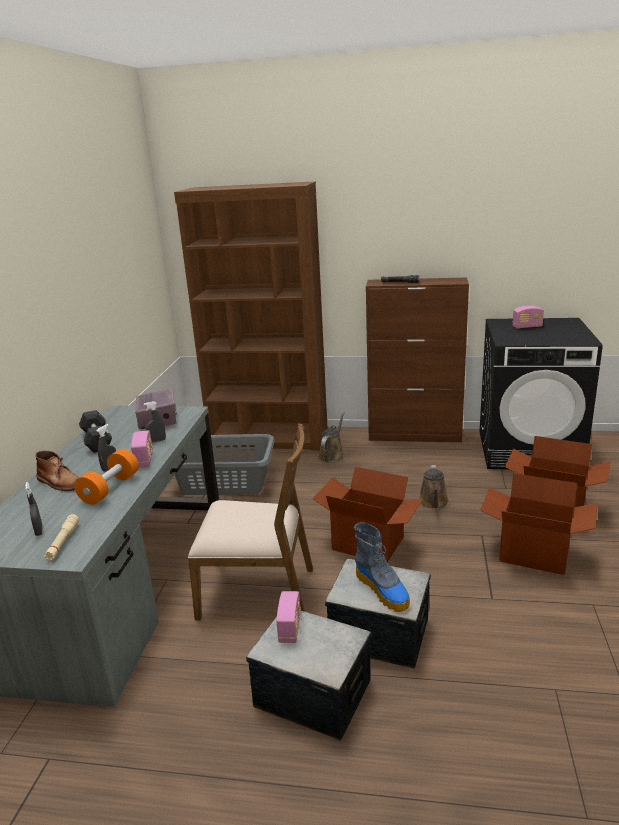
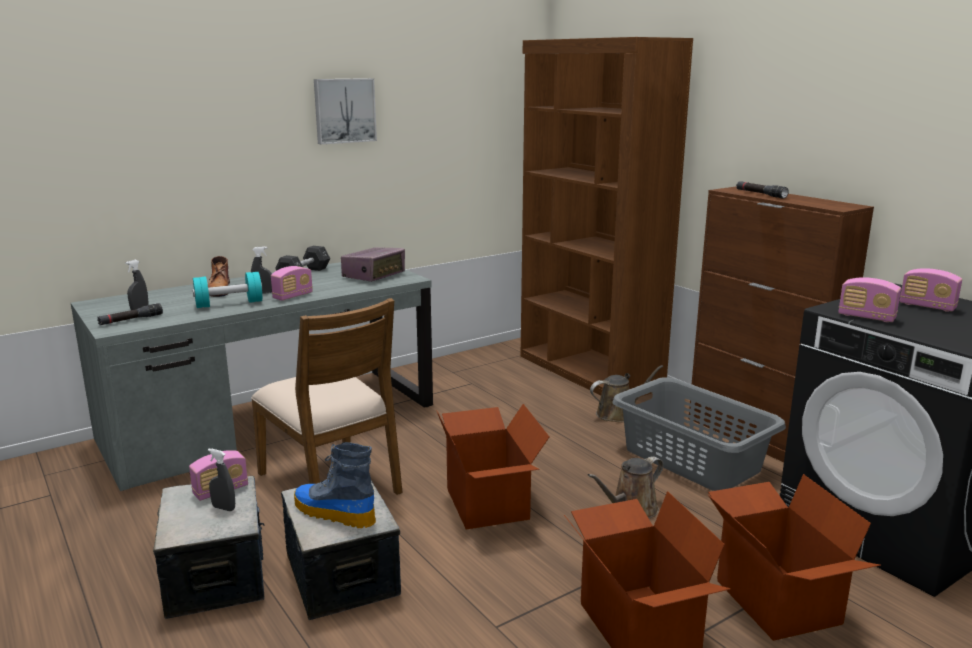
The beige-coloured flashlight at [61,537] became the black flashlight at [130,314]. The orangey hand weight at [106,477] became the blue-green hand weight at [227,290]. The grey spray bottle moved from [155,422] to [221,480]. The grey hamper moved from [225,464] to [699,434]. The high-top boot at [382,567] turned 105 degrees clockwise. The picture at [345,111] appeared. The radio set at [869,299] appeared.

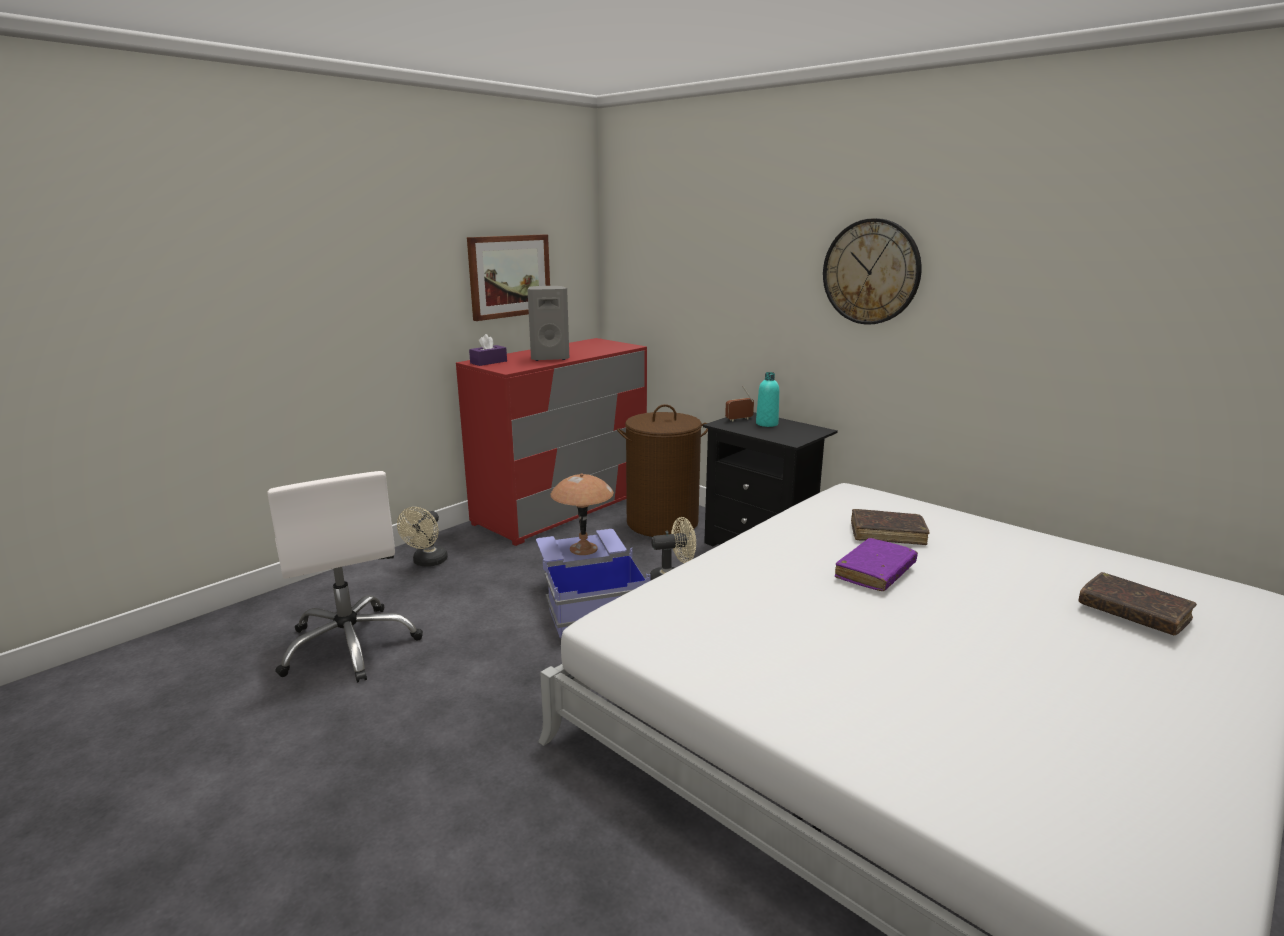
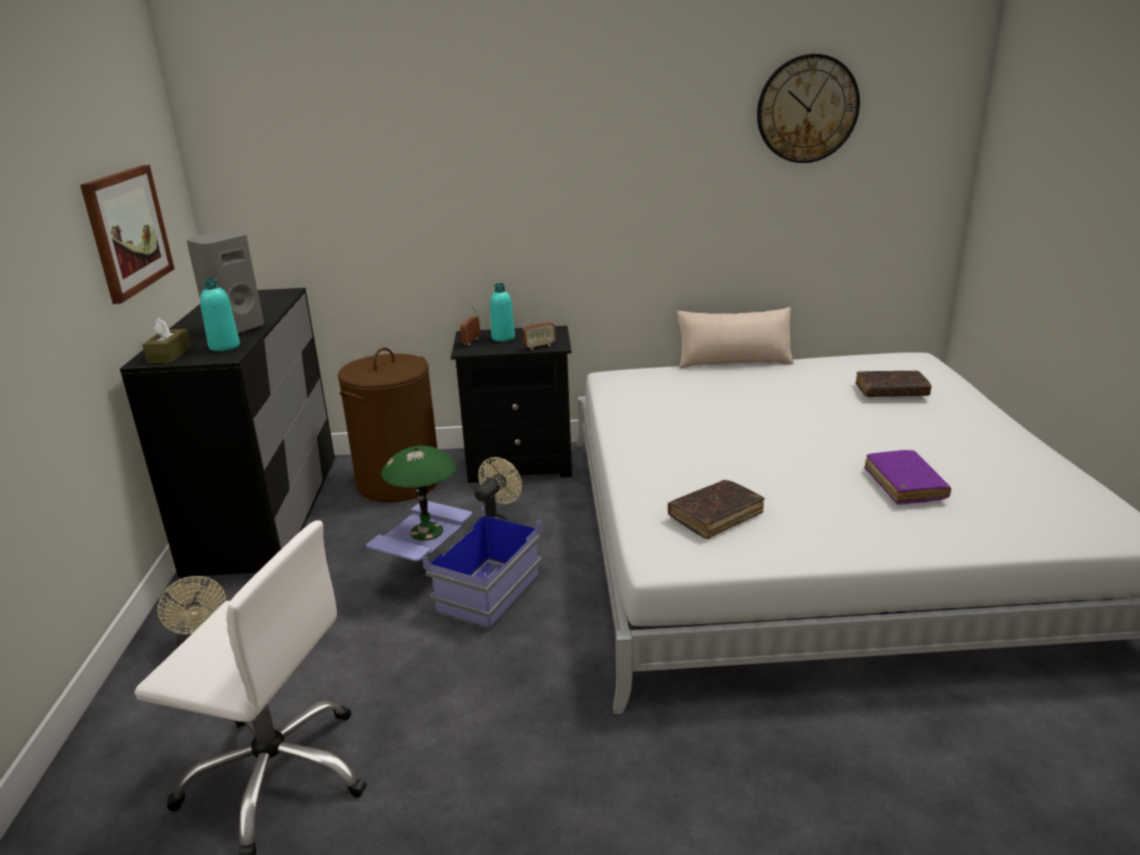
The reddish chest of drawers at [551,442] became the black chest of drawers at [227,433]. The purple-coloured box of tissues at [488,350] became the brown box of tissues at [166,341]. The brown table lamp at [582,514] became the greenish table lamp at [419,493]. The wall clock moved from [872,271] to [808,108]. The purple-coloured bound book moved from [876,564] to [907,477]. The brown bound book moved from [890,527] to [716,509]. The blue-green drink bottle at [220,314] appeared. The radio set at [539,328] appeared. The beige-coloured pillow at [735,337] appeared.

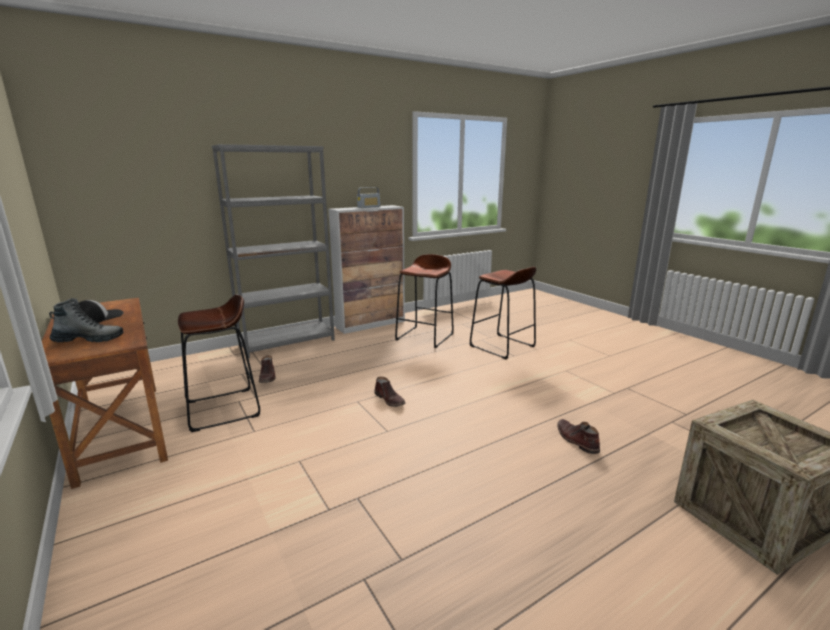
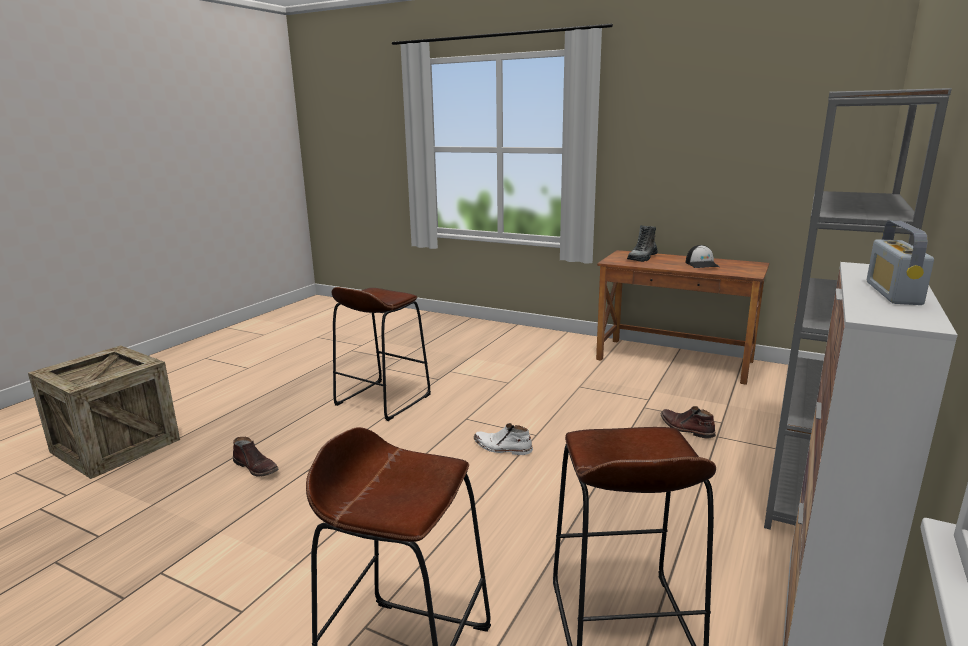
The brown stool moved from [219,363] to [381,354]. The brown high-top boot at [389,392] became the white-coloured high-top boot at [503,439].

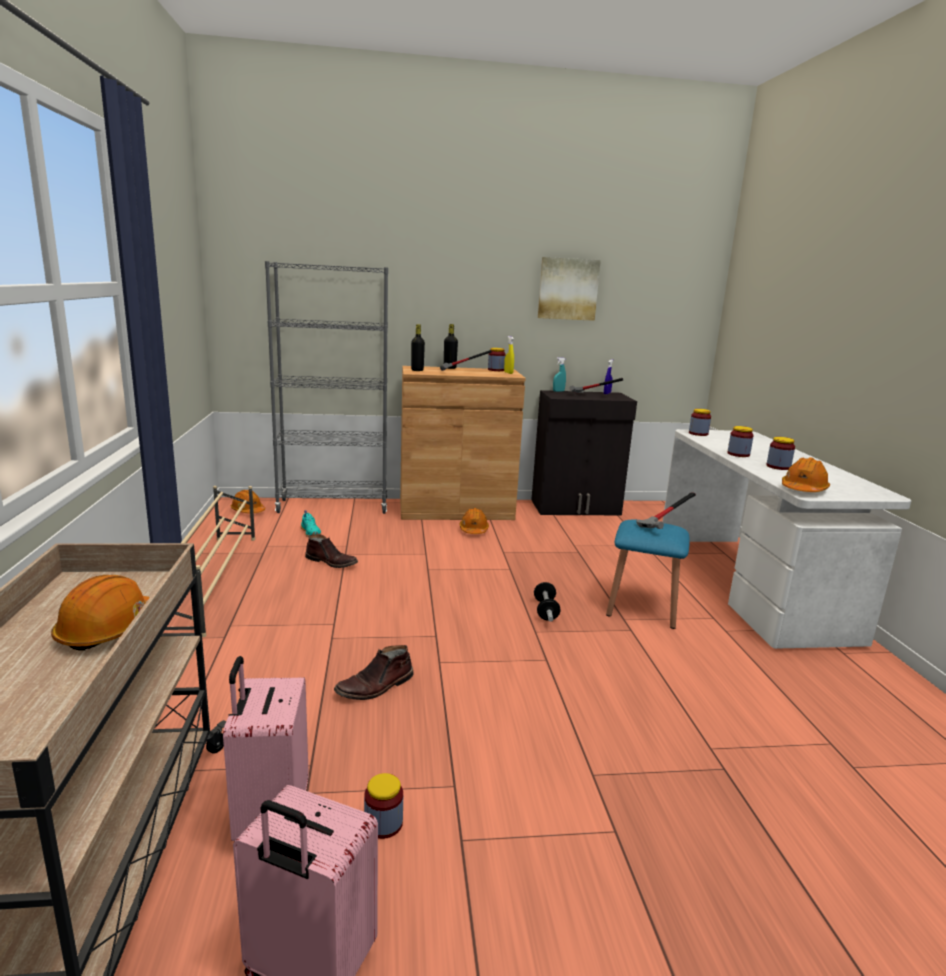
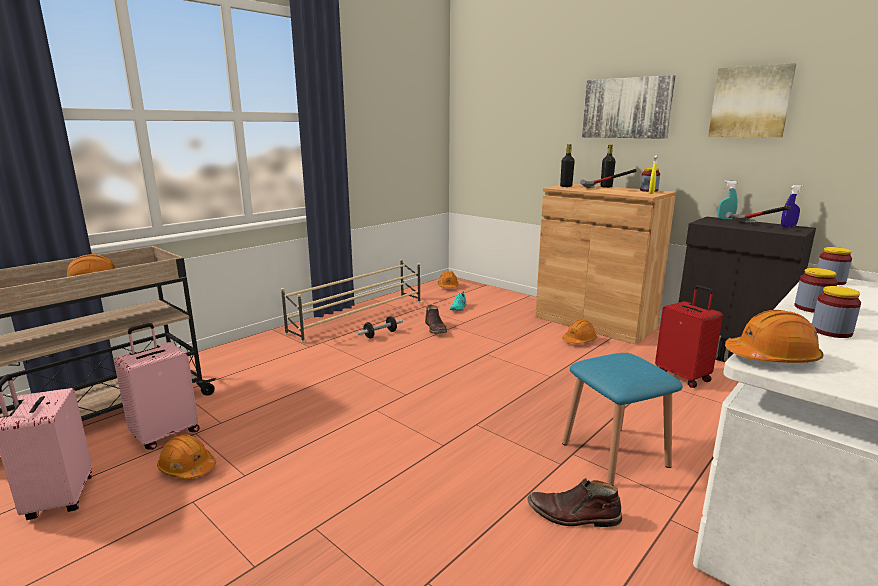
The grey shelving unit at [326,387] disappeared. The brown high-top boot moved from [373,672] to [575,502]. The storage jar at [383,806] was replaced by the orangey hard hat at [186,456]. The hand weight moved from [547,602] to [380,327]. The hammer at [666,510] disappeared. The picture at [628,107] appeared. The reddish travel case at [689,336] appeared.

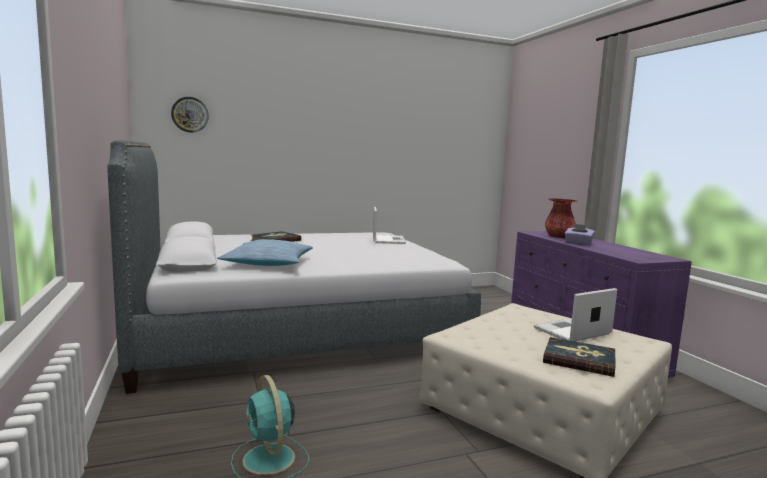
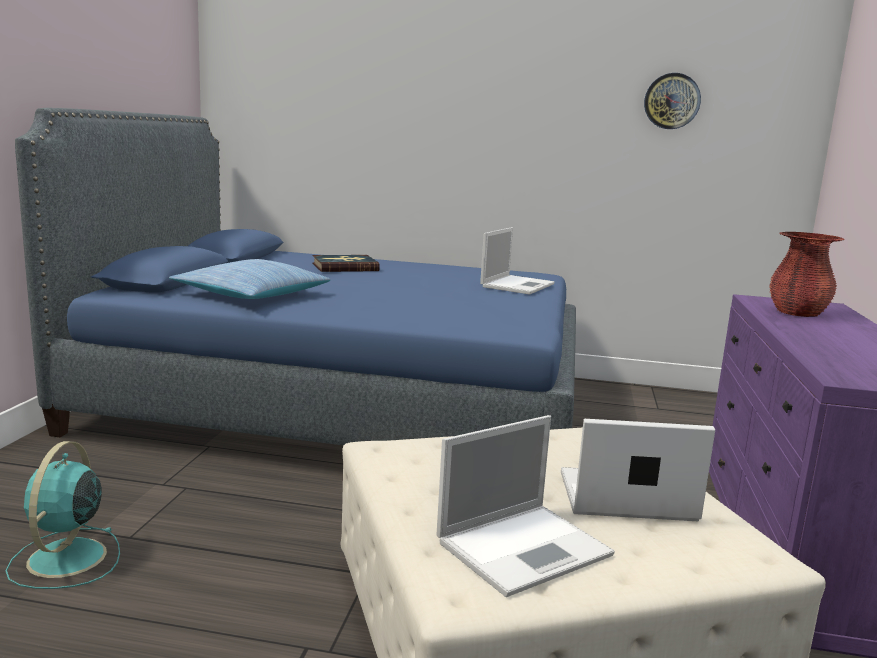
The grey bedroom bed at [294,267] became the bluish bedroom bed at [295,276]. The wall clock moved from [190,115] to [672,101]. The bound book at [579,357] was replaced by the laptop at [525,506]. The purple-coloured box of tissues at [579,235] disappeared.

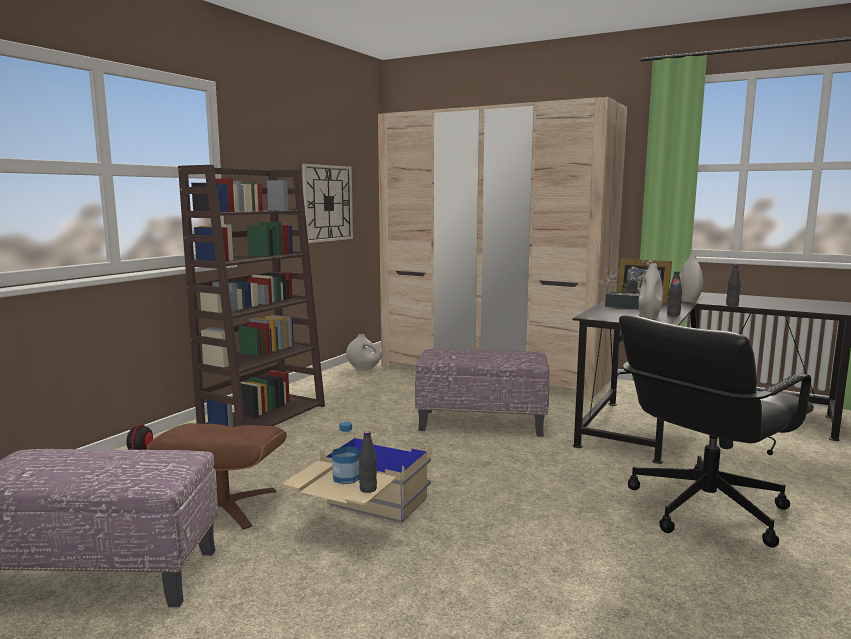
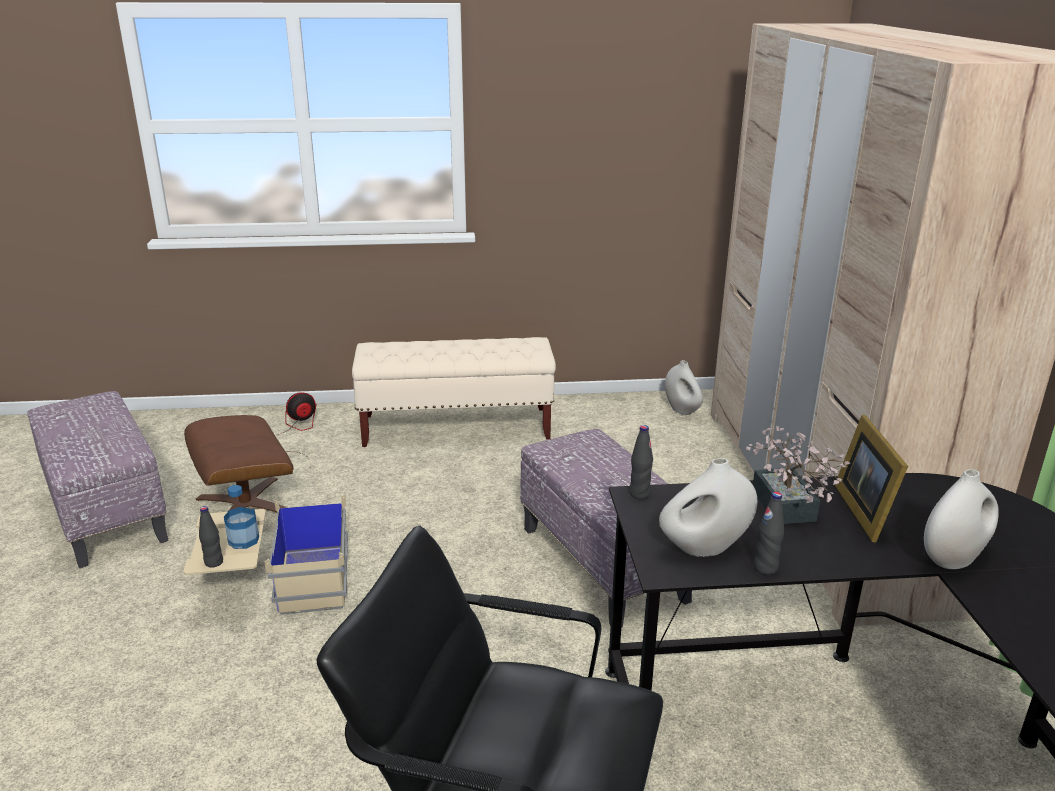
The brown shelving unit at [251,296] was replaced by the beige-coloured bench at [454,392]. The wall clock at [327,203] disappeared. The black drink bottle moved from [733,285] to [641,462].

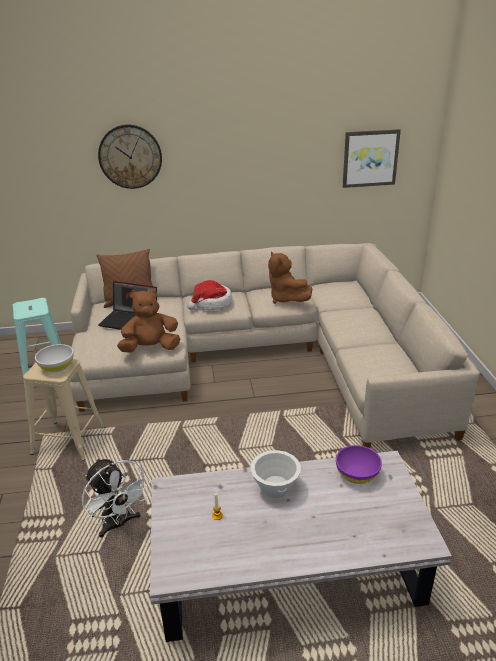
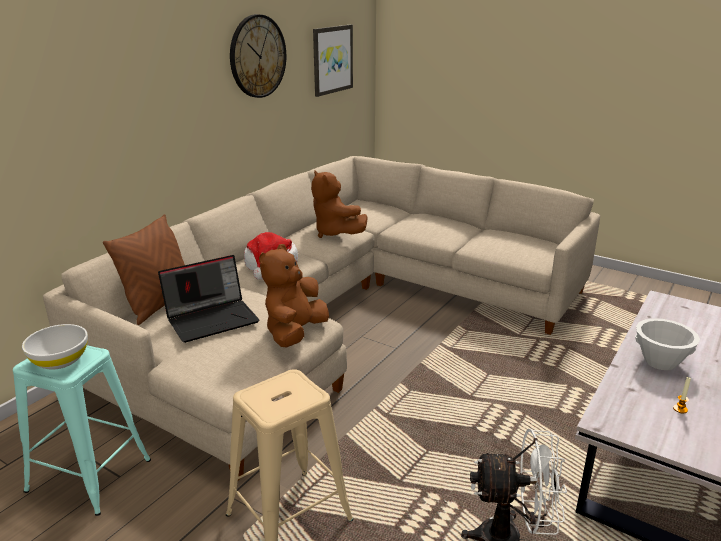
The white-coloured deep dish moved from [54,358] to [55,347]. The wall clock moved from [130,157] to [258,56]. The brown soft toy at [290,277] turned 45 degrees clockwise. The purple-coloured deep dish at [359,464] disappeared.

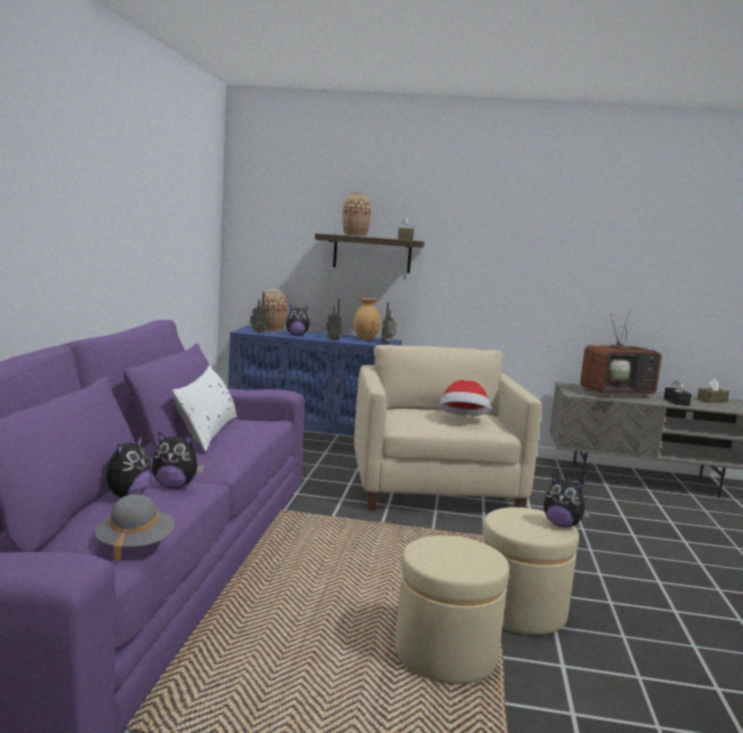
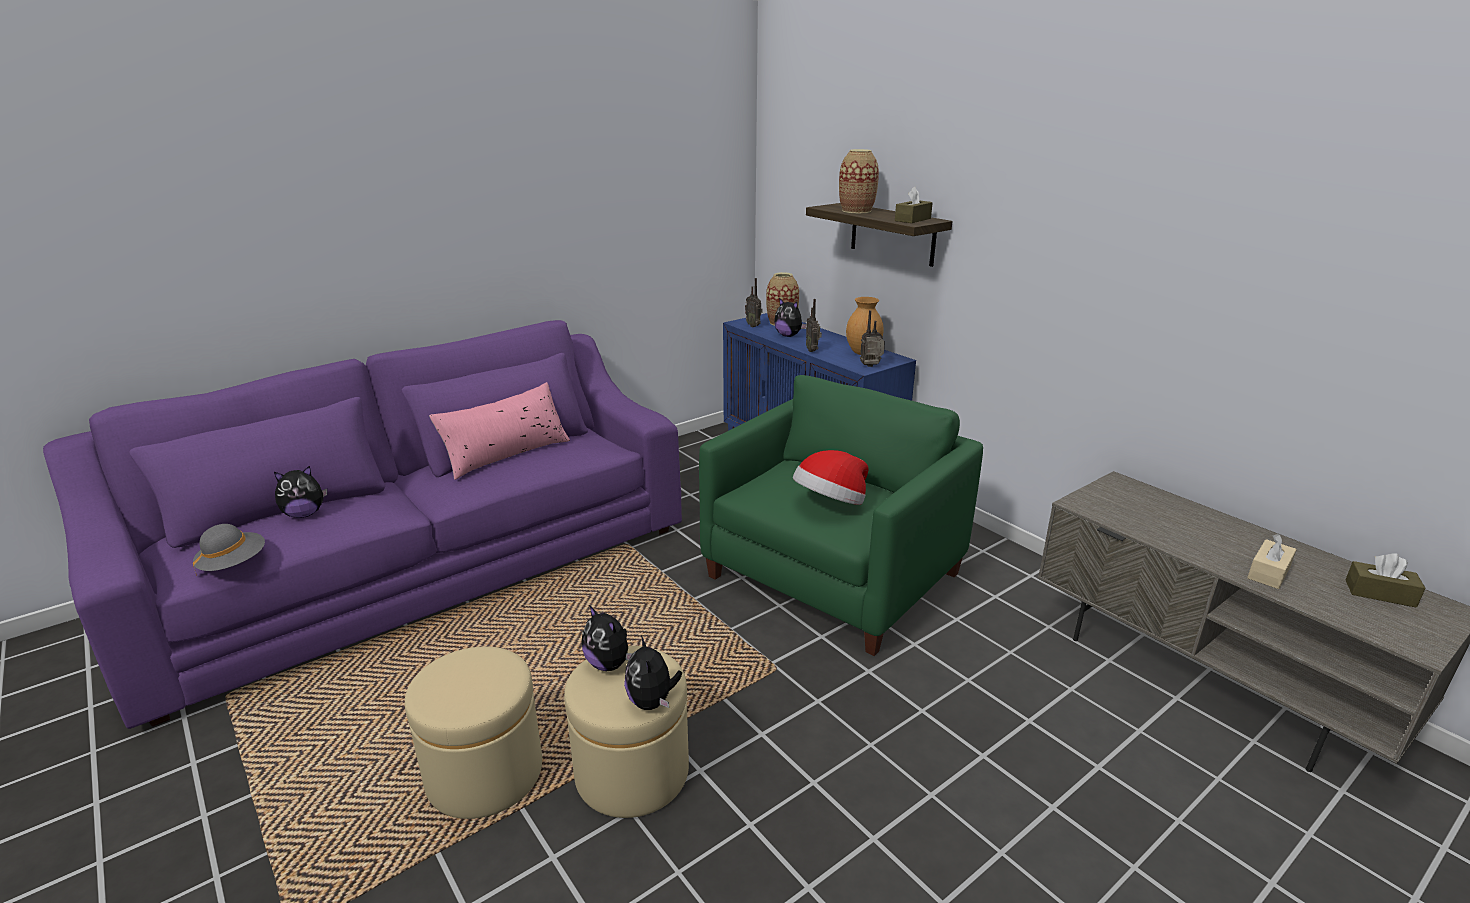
The soft toy moved from [178,460] to [607,638]. The white-coloured pillow at [204,408] became the pink pillow at [499,431]. The beige-coloured lounge chair at [448,427] became the greenish lounge chair at [841,515]. The TV at [621,352] disappeared. The black box of tissues at [678,392] became the beige-coloured box of tissues at [1272,561].

